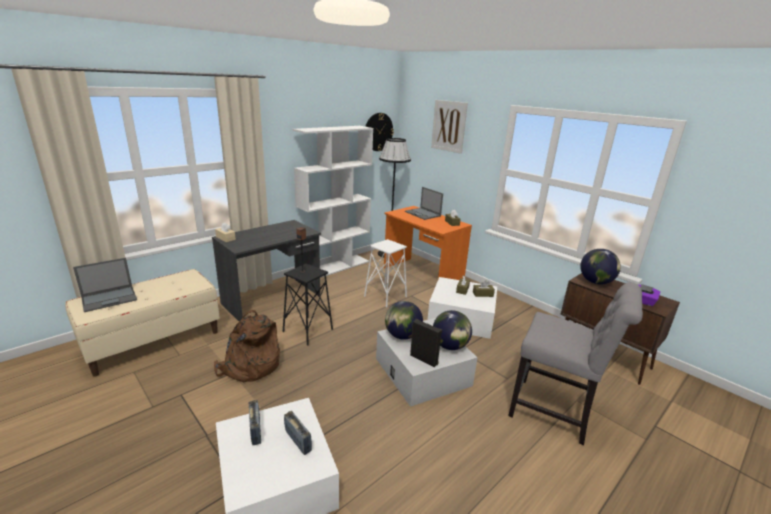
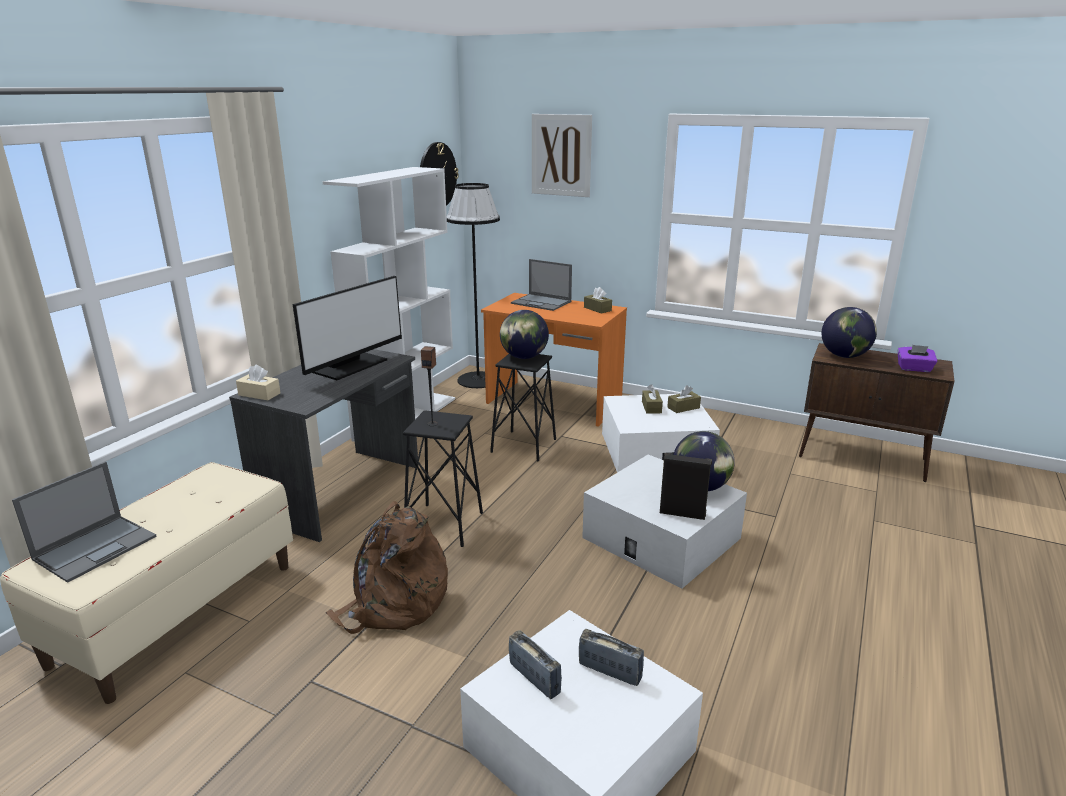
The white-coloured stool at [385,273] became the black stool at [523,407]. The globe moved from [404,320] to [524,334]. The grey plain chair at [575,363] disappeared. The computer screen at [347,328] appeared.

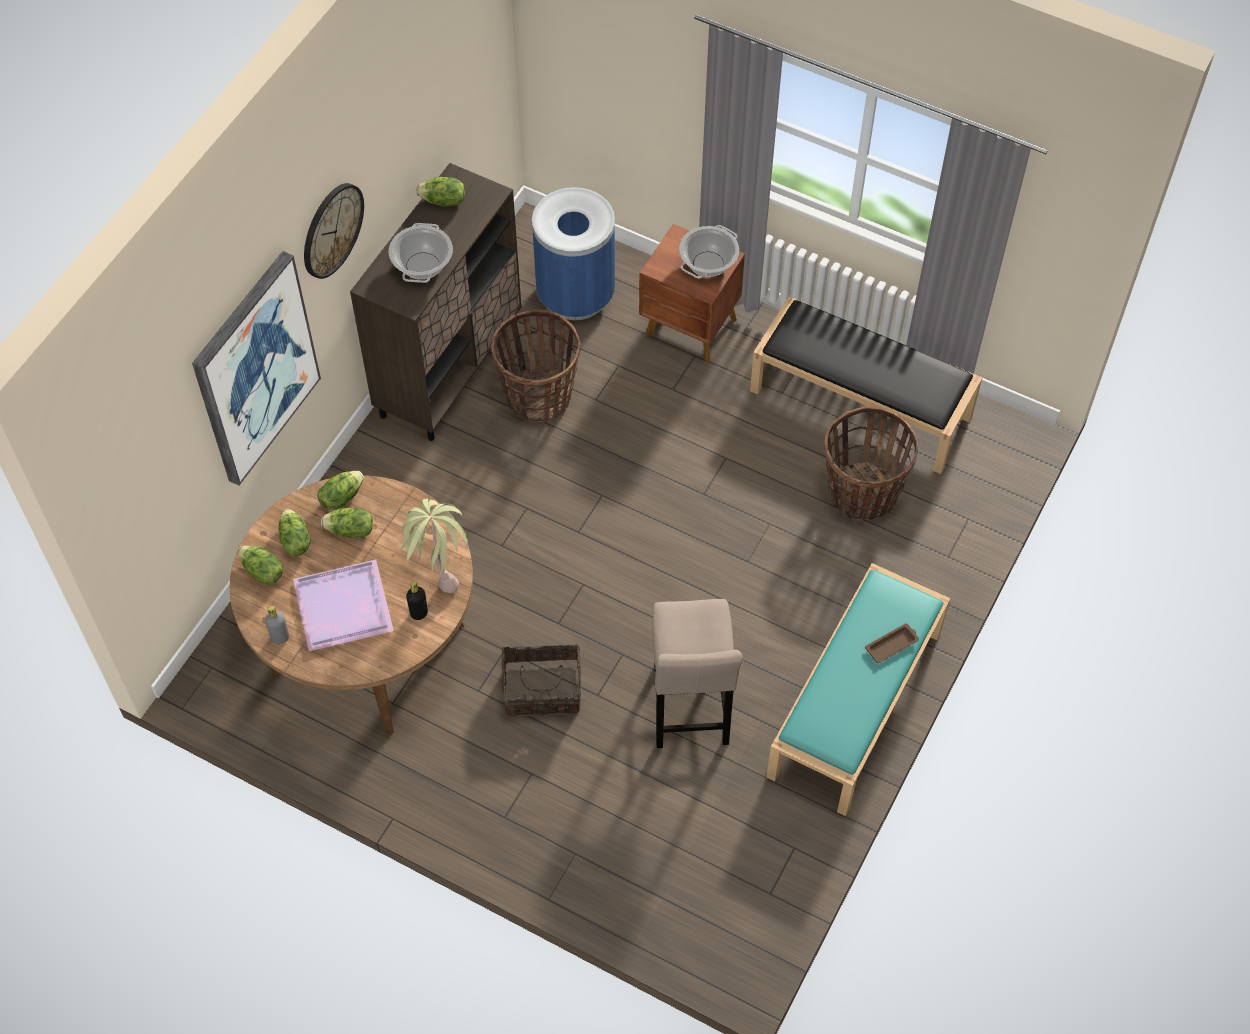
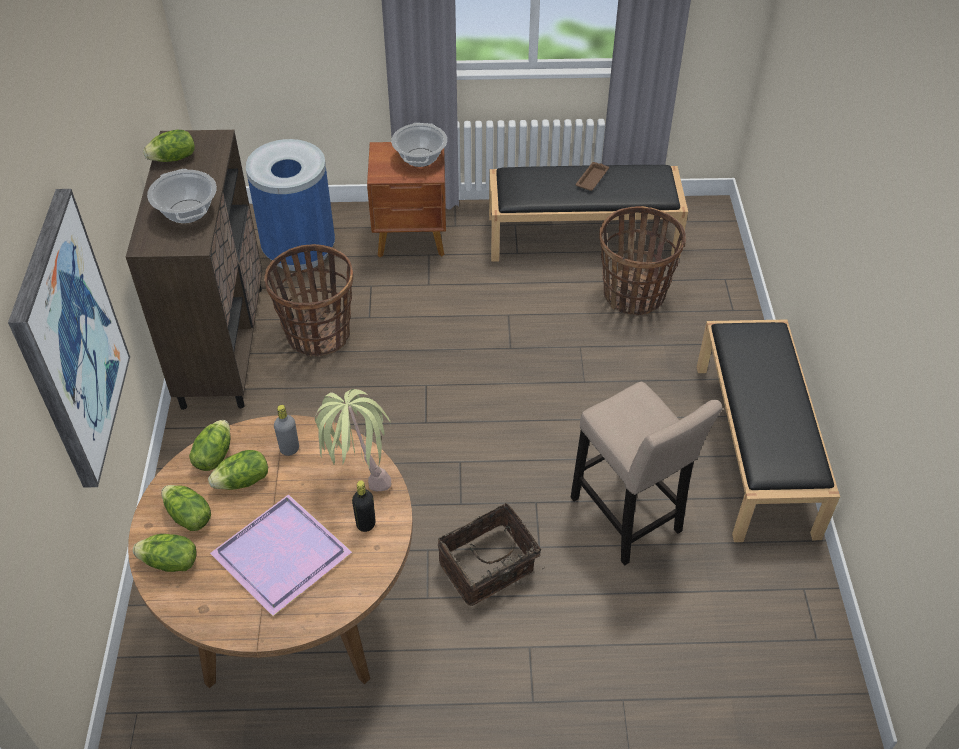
The grey drink bottle moved from [277,625] to [286,430]. The wall clock at [334,231] disappeared. The blue-green bench at [858,689] became the black bench at [768,430]. The brown tray moved from [892,643] to [592,176].

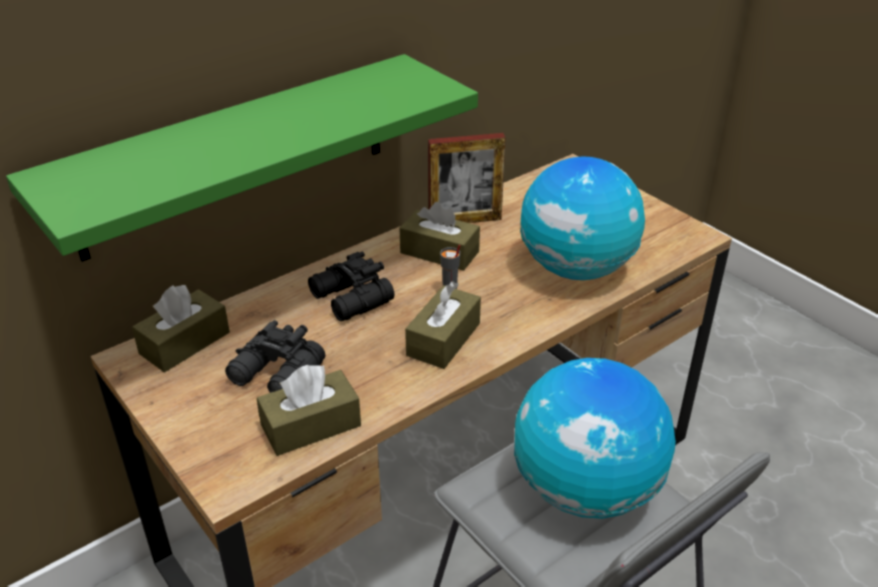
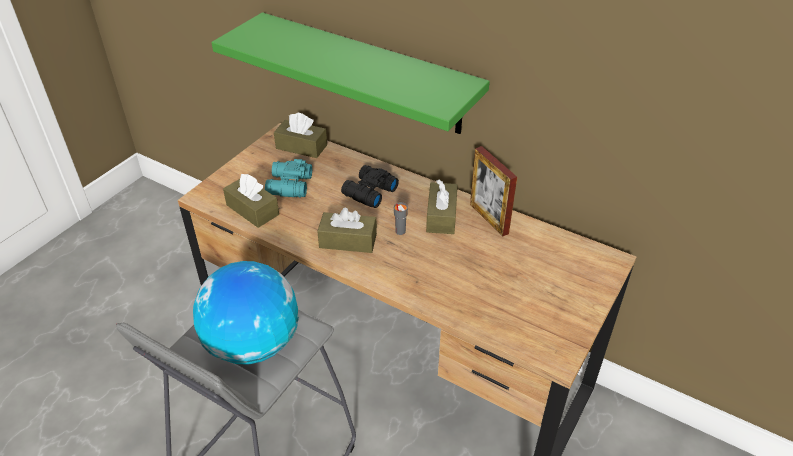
The black pair of binoculars at [275,356] became the blue-green pair of binoculars at [288,178]. The globe at [582,218] disappeared.

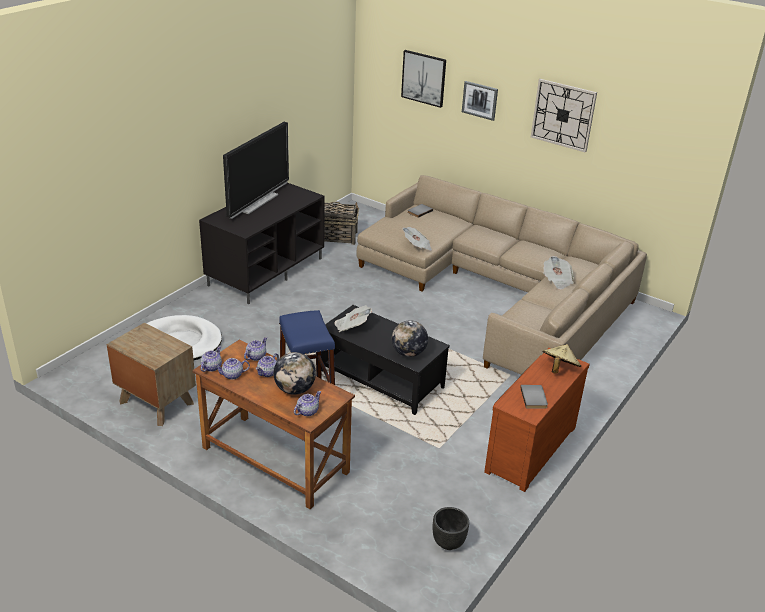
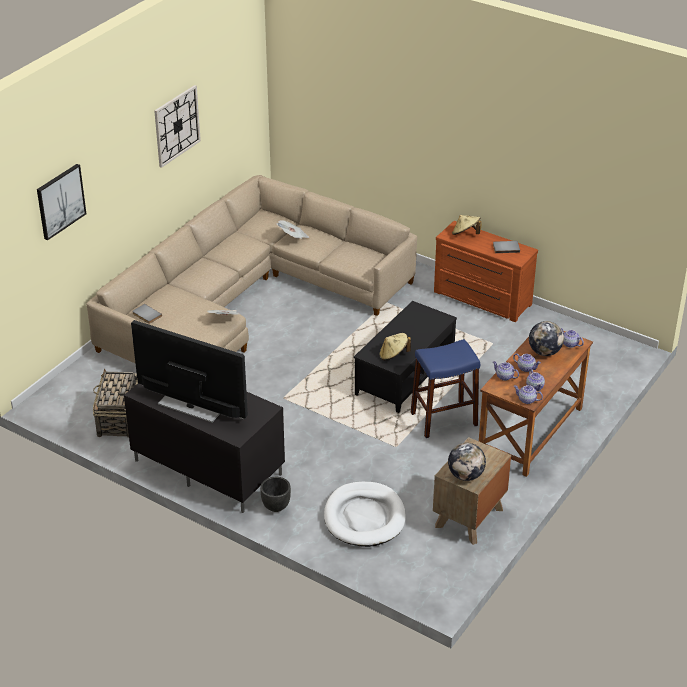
The newspaper at [353,318] was replaced by the beige-coloured clothing hat at [395,346]. The globe moved from [410,338] to [467,462]. The black flower pot moved from [451,528] to [275,494]. The picture at [480,101] disappeared.

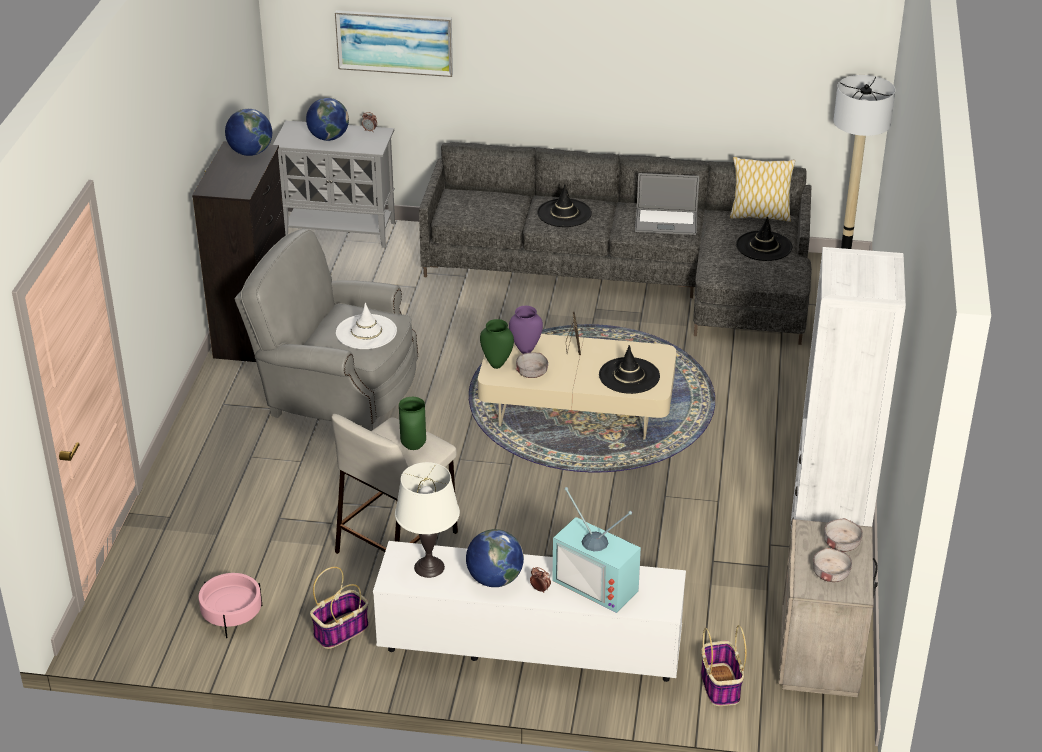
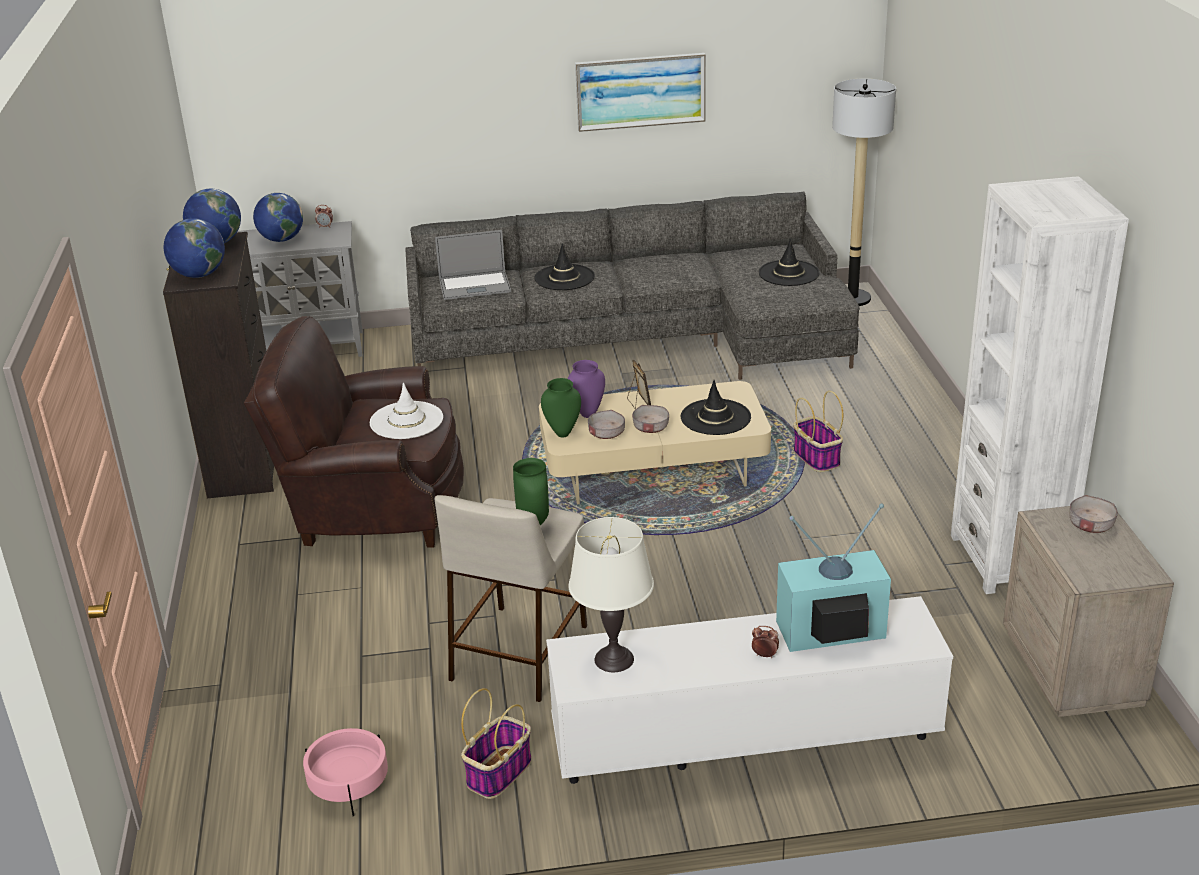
The grey lounge chair at [326,330] became the brown lounge chair at [354,432]. The picture moved from [394,43] to [640,92]. The globe moved from [495,558] to [194,248]. The TV at [596,550] turned 150 degrees clockwise. The laptop moved from [667,204] to [473,265]. The storage basket moved from [724,665] to [818,431]. The pillow at [762,189] disappeared. The grey deep dish moved from [832,565] to [650,419].

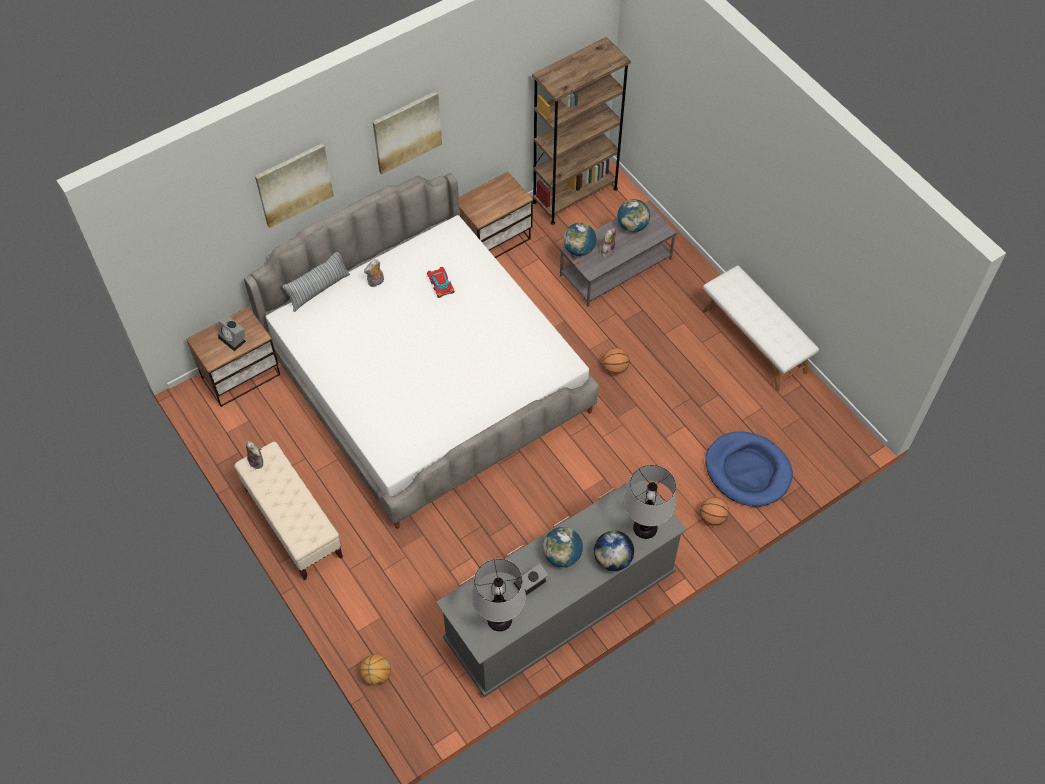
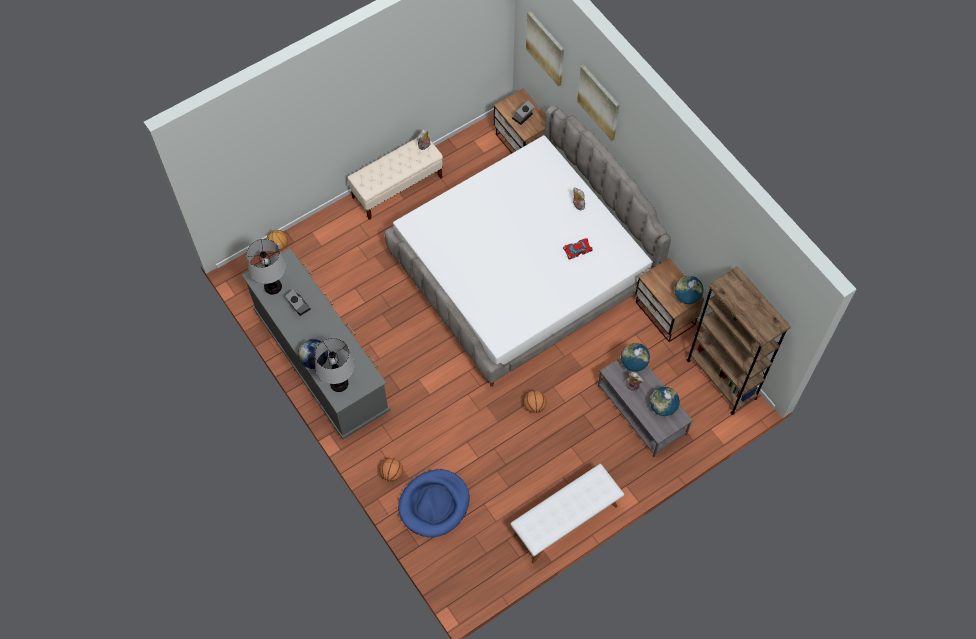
The pillow at [316,282] disappeared. The picture moved from [407,133] to [545,48]. The globe moved from [563,547] to [689,290].

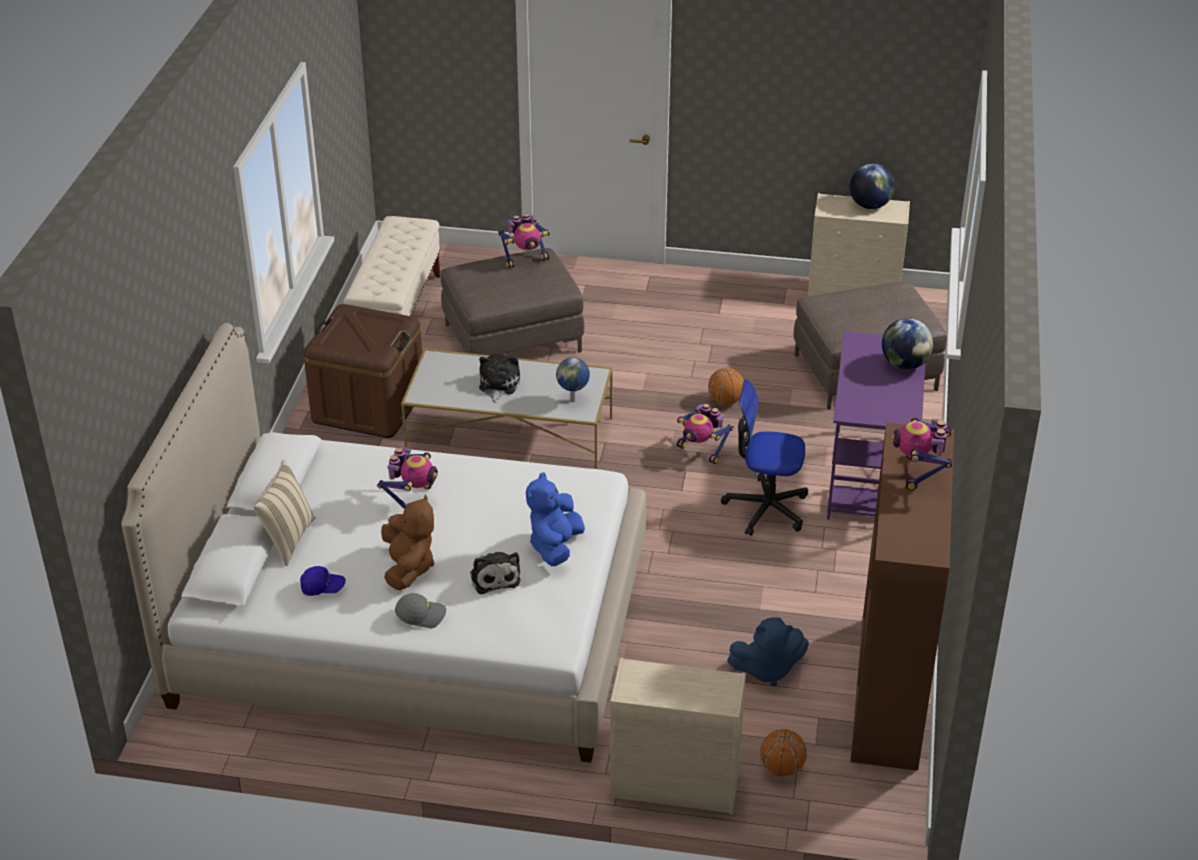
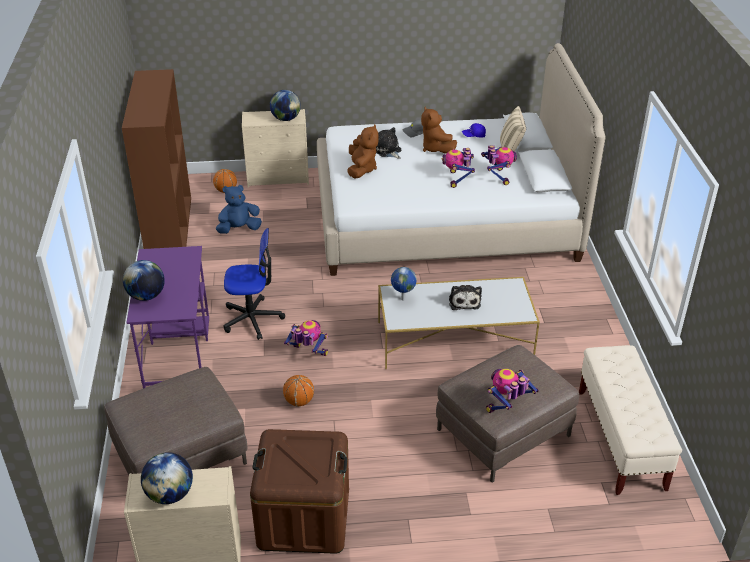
The brown storage container moved from [362,371] to [299,491]. The bluish soft toy at [555,519] became the brown soft toy at [363,152]. The robot figure moved from [922,454] to [499,165]. The globe at [285,105] appeared.

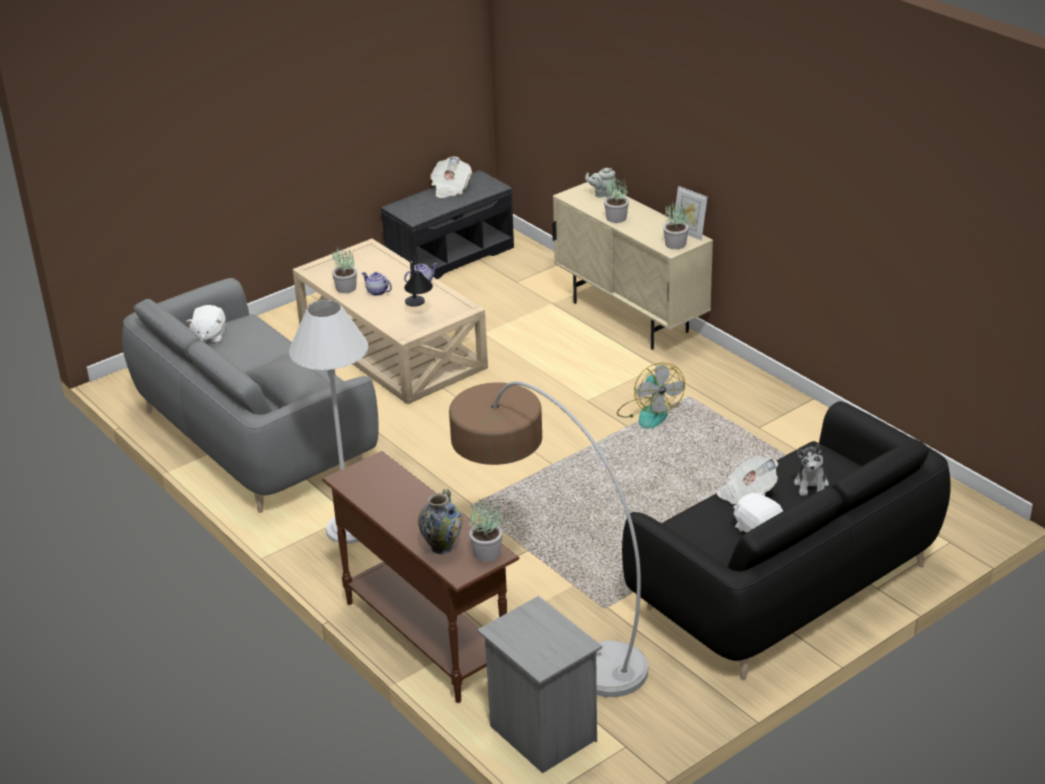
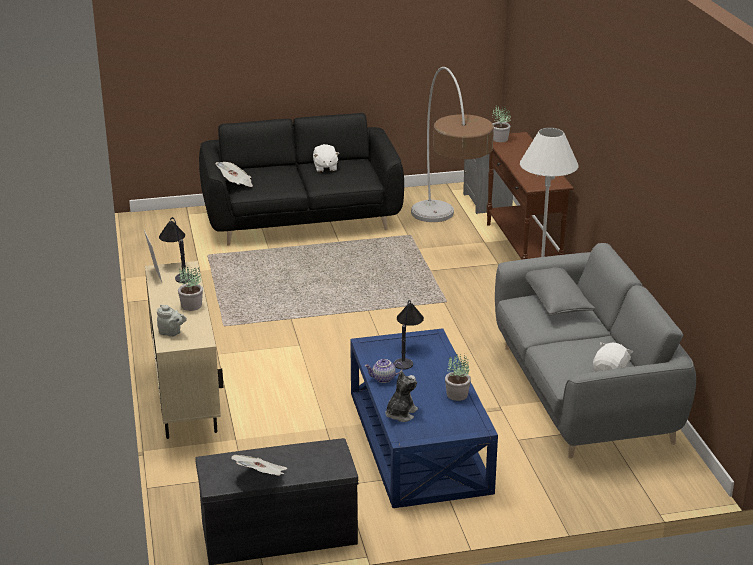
The beige-coloured coffee table at [390,321] became the bluish coffee table at [424,418]. The tea pot at [377,284] disappeared. The decorative vase at [440,521] disappeared. The electric fan at [651,395] disappeared. The houseplant at [676,225] was replaced by the table lamp at [176,250]. The newspaper moved from [748,479] to [234,174]. The soft toy moved from [811,470] to [401,396].

